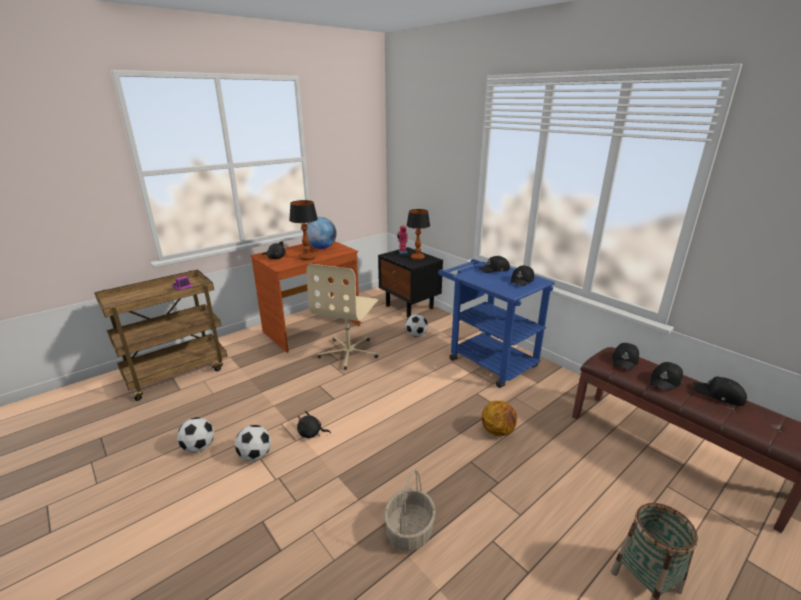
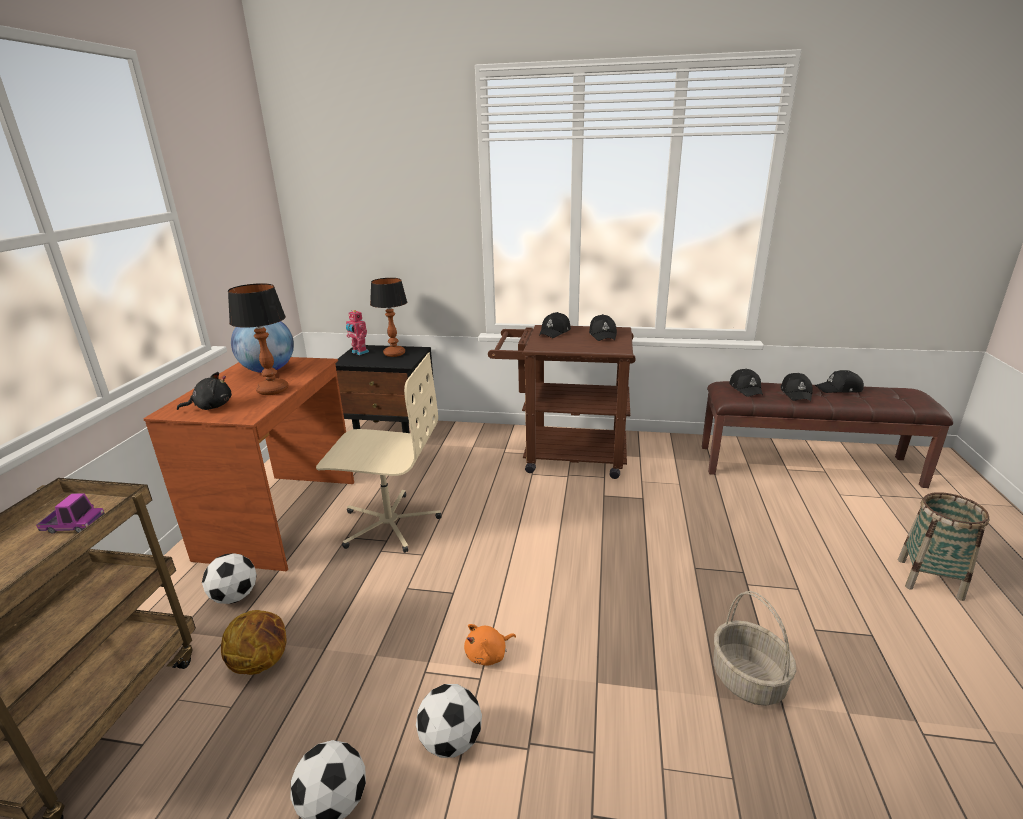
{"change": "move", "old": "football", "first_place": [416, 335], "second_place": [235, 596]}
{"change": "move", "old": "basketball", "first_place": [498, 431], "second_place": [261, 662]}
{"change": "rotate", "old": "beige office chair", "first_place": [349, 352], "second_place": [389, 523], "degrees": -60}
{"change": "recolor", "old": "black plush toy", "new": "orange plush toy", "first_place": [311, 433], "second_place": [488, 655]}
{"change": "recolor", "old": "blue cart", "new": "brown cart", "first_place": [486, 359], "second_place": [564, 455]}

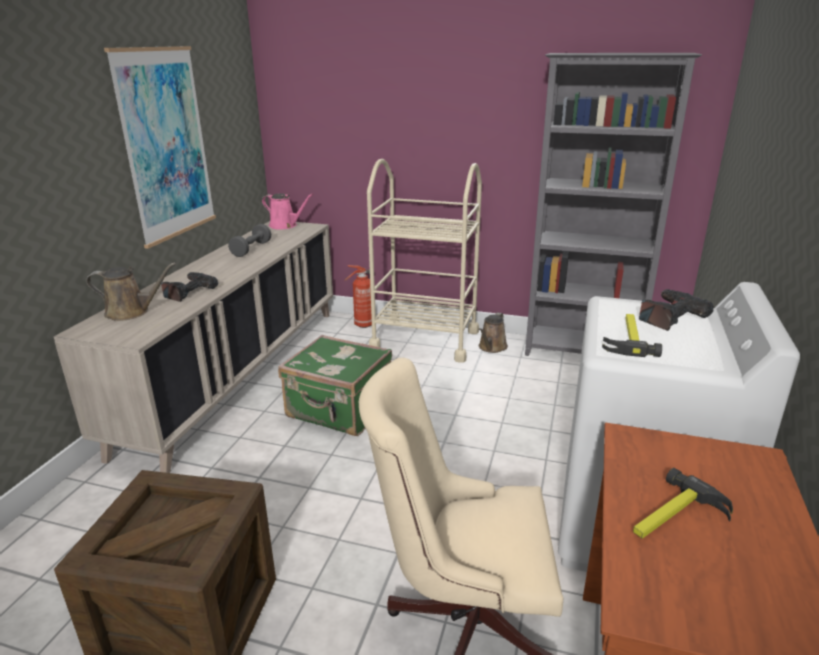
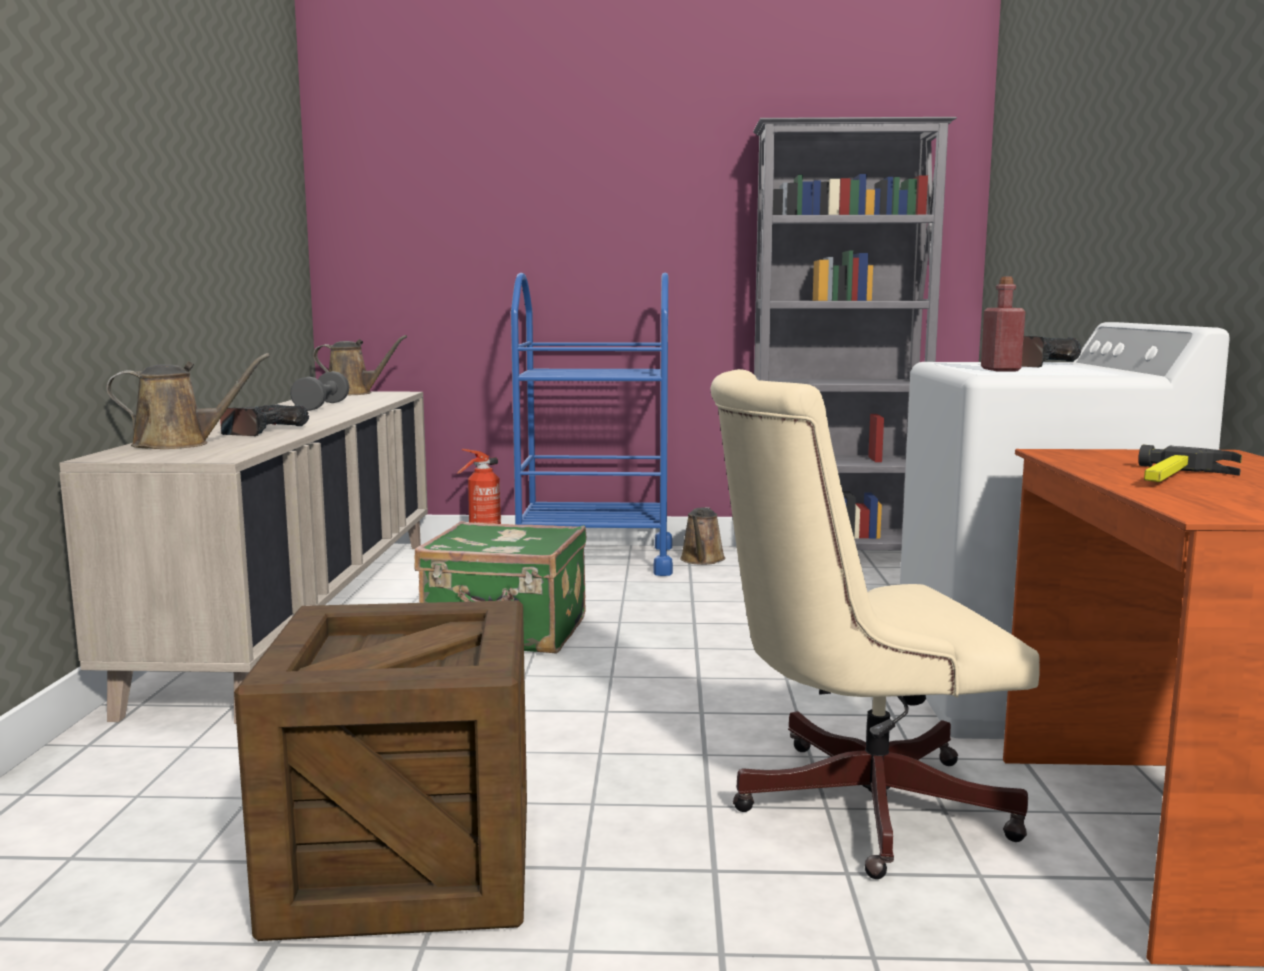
{"change": "recolor", "old": "pink watering can", "new": "brown watering can", "first_place": [285, 226], "second_place": [353, 393]}
{"change": "recolor", "old": "beige cart", "new": "blue cart", "first_place": [425, 340], "second_place": [594, 560]}
{"change": "replace", "old": "hammer", "new": "red bottle", "first_place": [628, 338], "second_place": [1000, 370]}
{"change": "delete", "old": "picture", "first_place": [166, 145]}

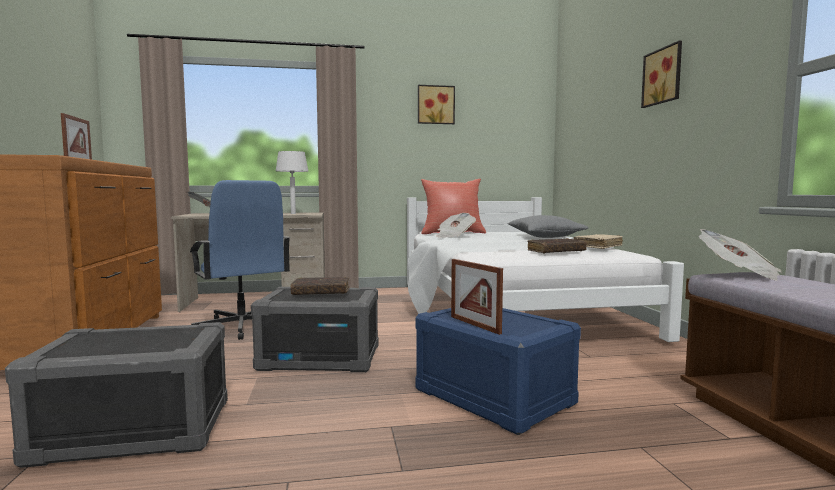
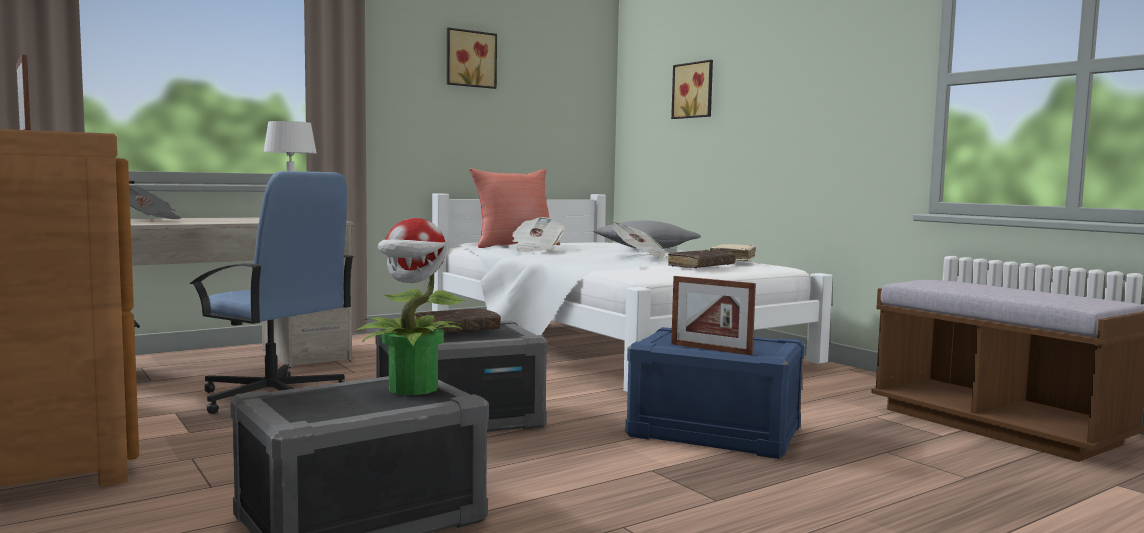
{"change": "insert", "new": "potted plant", "second_place": [413, 389]}
{"change": "move", "old": "newspaper", "first_place": [738, 274], "second_place": [640, 256]}
{"change": "move", "old": "picture", "first_place": [664, 76], "second_place": [694, 90]}

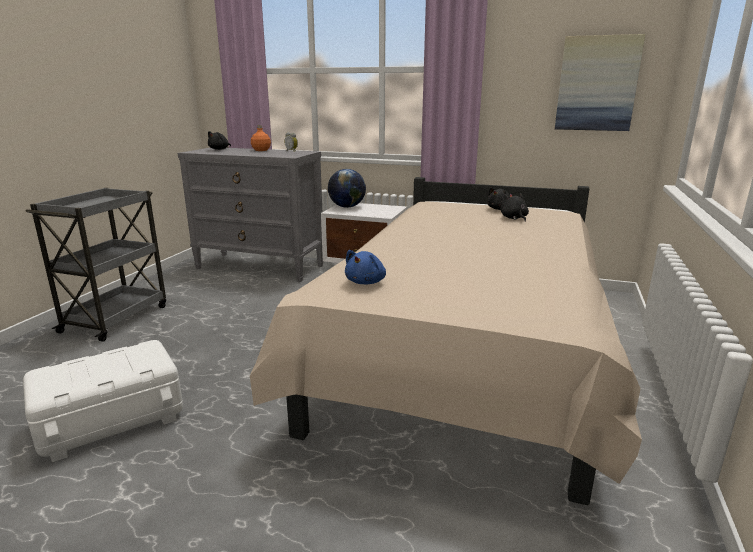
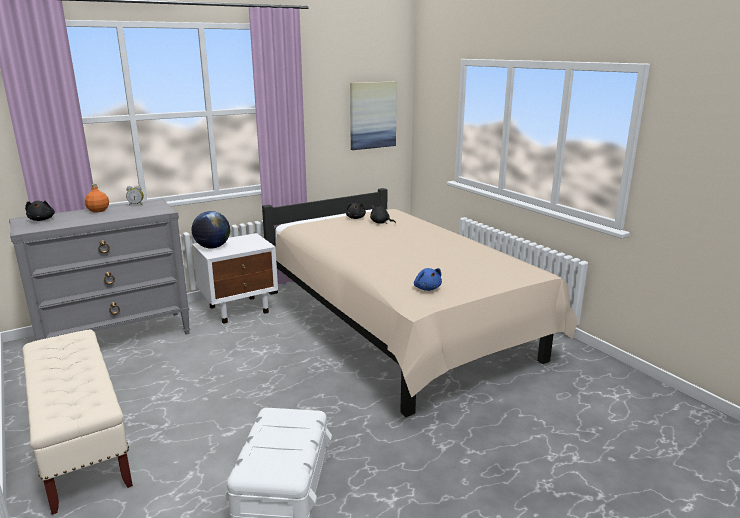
{"change": "replace", "old": "grey cart", "new": "beige bench", "first_place": [117, 318], "second_place": [81, 444]}

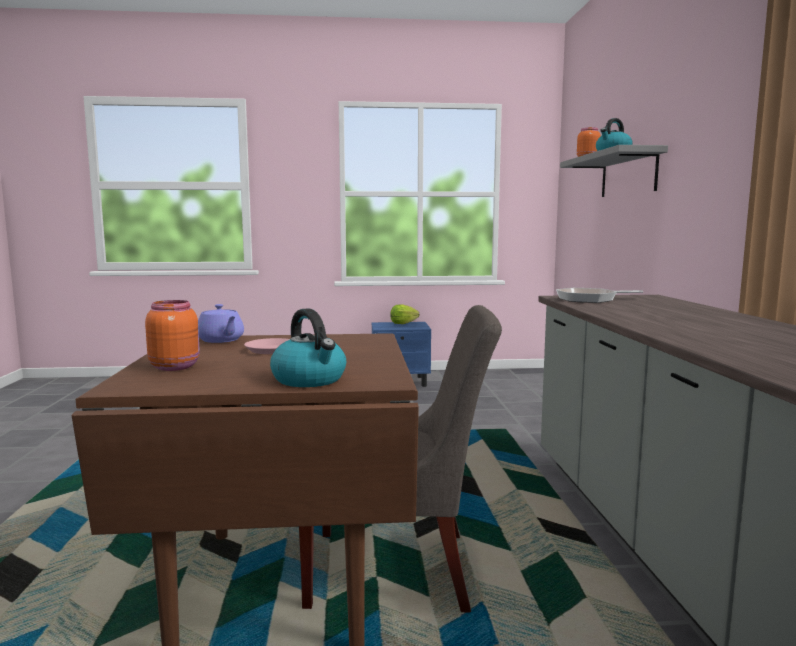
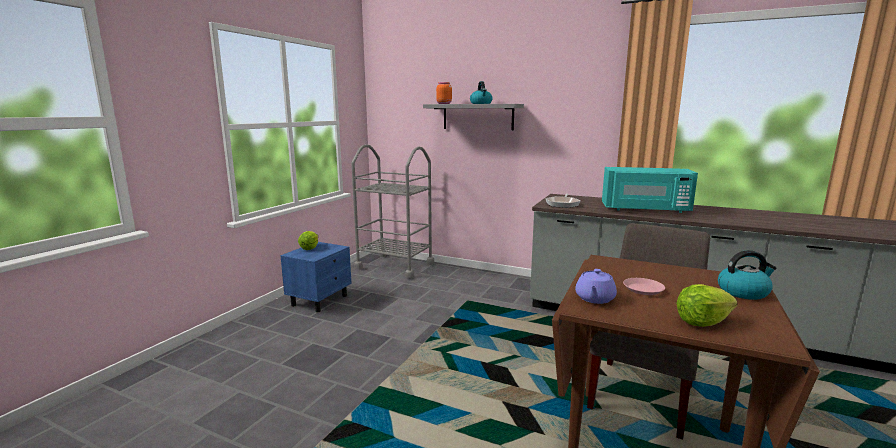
{"change": "insert", "new": "grey cart", "second_place": [395, 266]}
{"change": "rotate", "old": "purple teapot", "first_place": [221, 340], "second_place": [594, 299], "degrees": 120}
{"change": "insert", "new": "turquoise microwave", "second_place": [645, 209]}
{"change": "replace", "old": "orange jar", "new": "lettuce", "first_place": [175, 367], "second_place": [702, 322]}

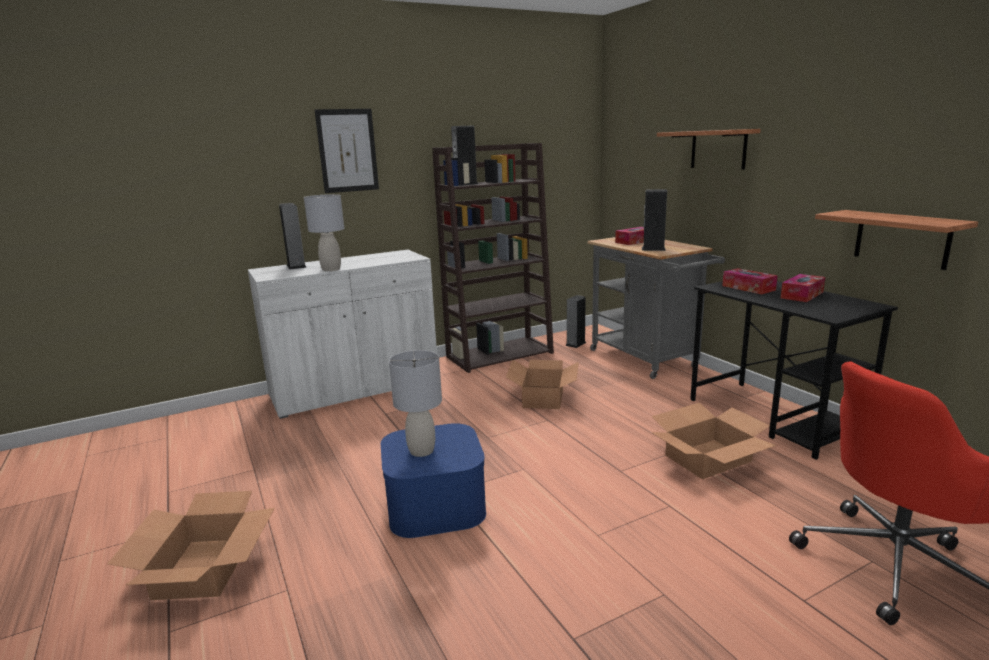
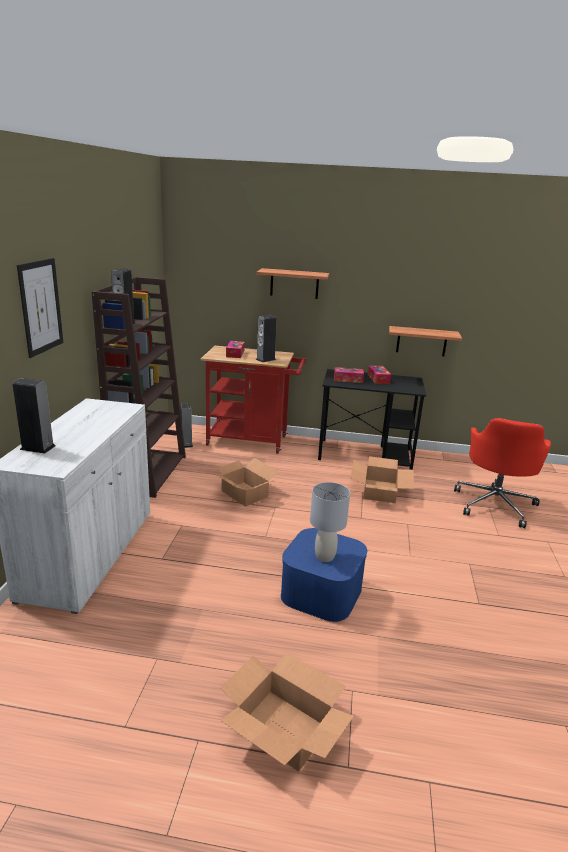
{"change": "recolor", "old": "grey cart", "new": "red cart", "first_place": [647, 360], "second_place": [252, 441]}
{"change": "delete", "old": "grey table lamp", "first_place": [331, 269]}

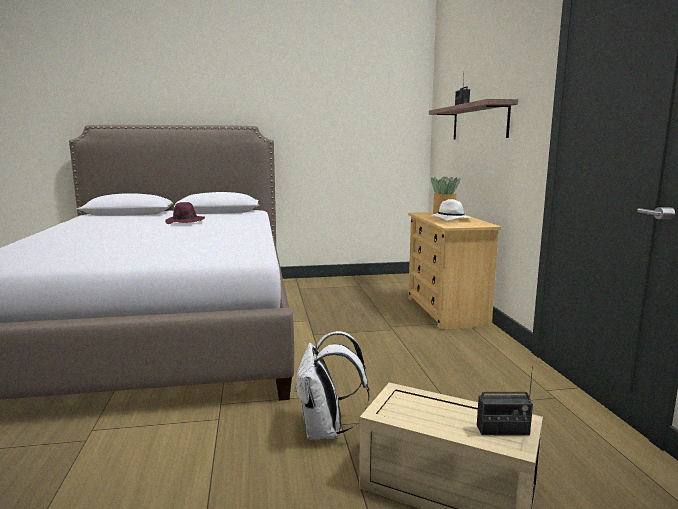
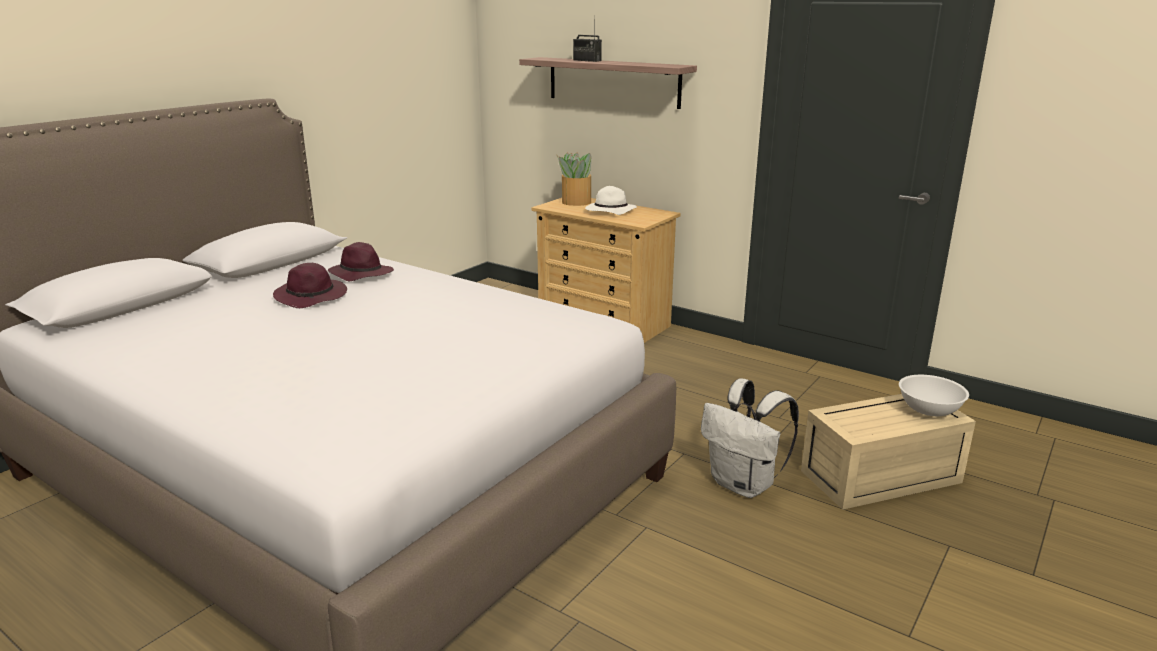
{"change": "insert", "new": "purple hat", "second_place": [360, 274]}
{"change": "replace", "old": "radio", "new": "white bowl", "first_place": [502, 430], "second_place": [929, 409]}

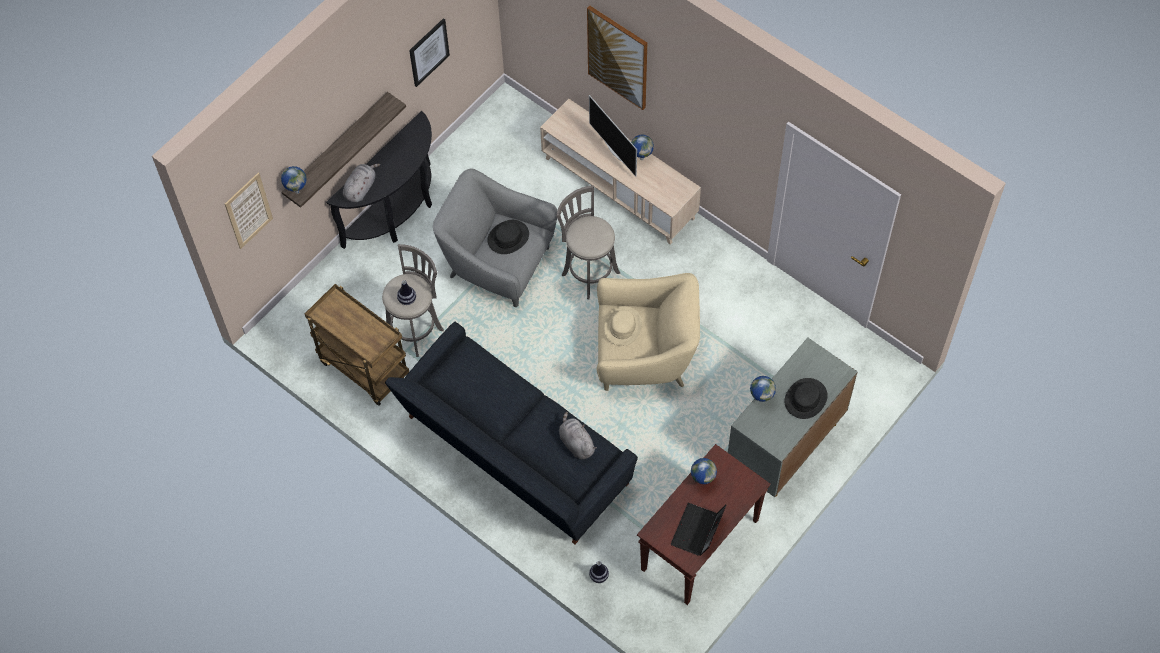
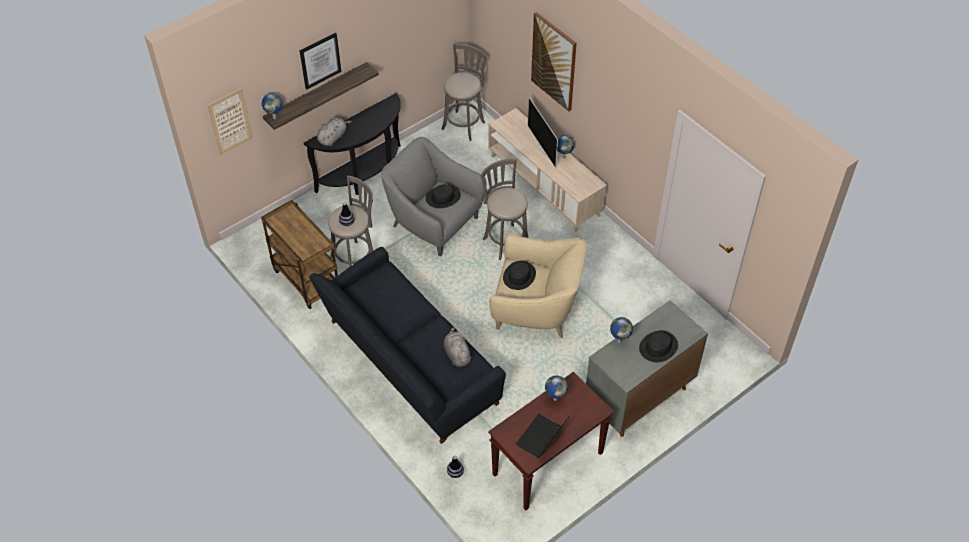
{"change": "move", "old": "picture", "first_place": [428, 52], "second_place": [320, 60]}
{"change": "insert", "new": "grey stool", "second_place": [464, 124]}
{"change": "recolor", "old": "beige hat", "new": "black hat", "first_place": [622, 326], "second_place": [519, 276]}

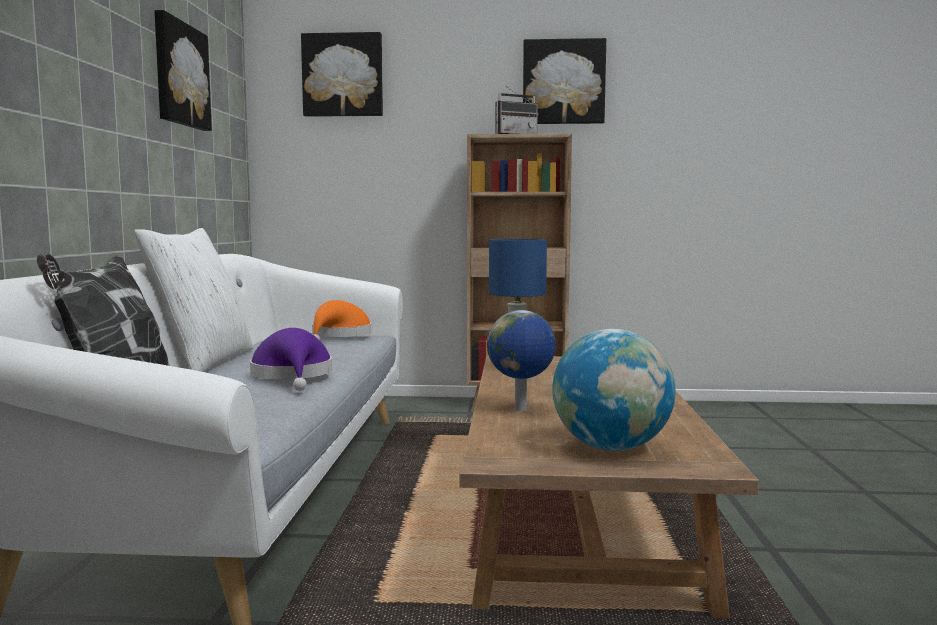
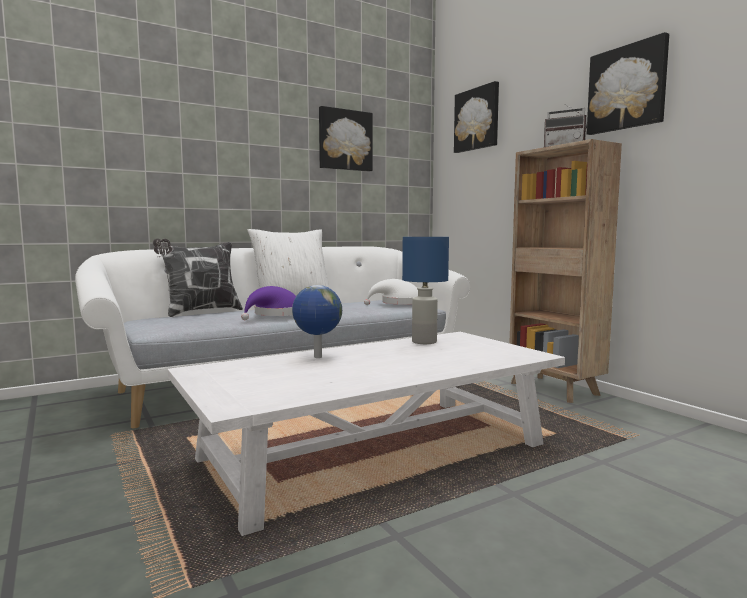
{"change": "recolor", "old": "brown coffee table", "new": "white coffee table", "first_place": [574, 509], "second_place": [375, 451]}
{"change": "recolor", "old": "orange hat", "new": "white hat", "first_place": [339, 336], "second_place": [398, 303]}
{"change": "delete", "old": "globe", "first_place": [611, 448]}

